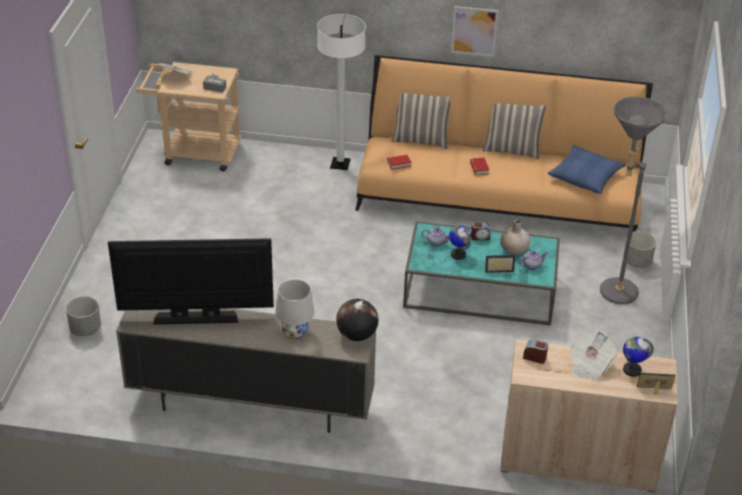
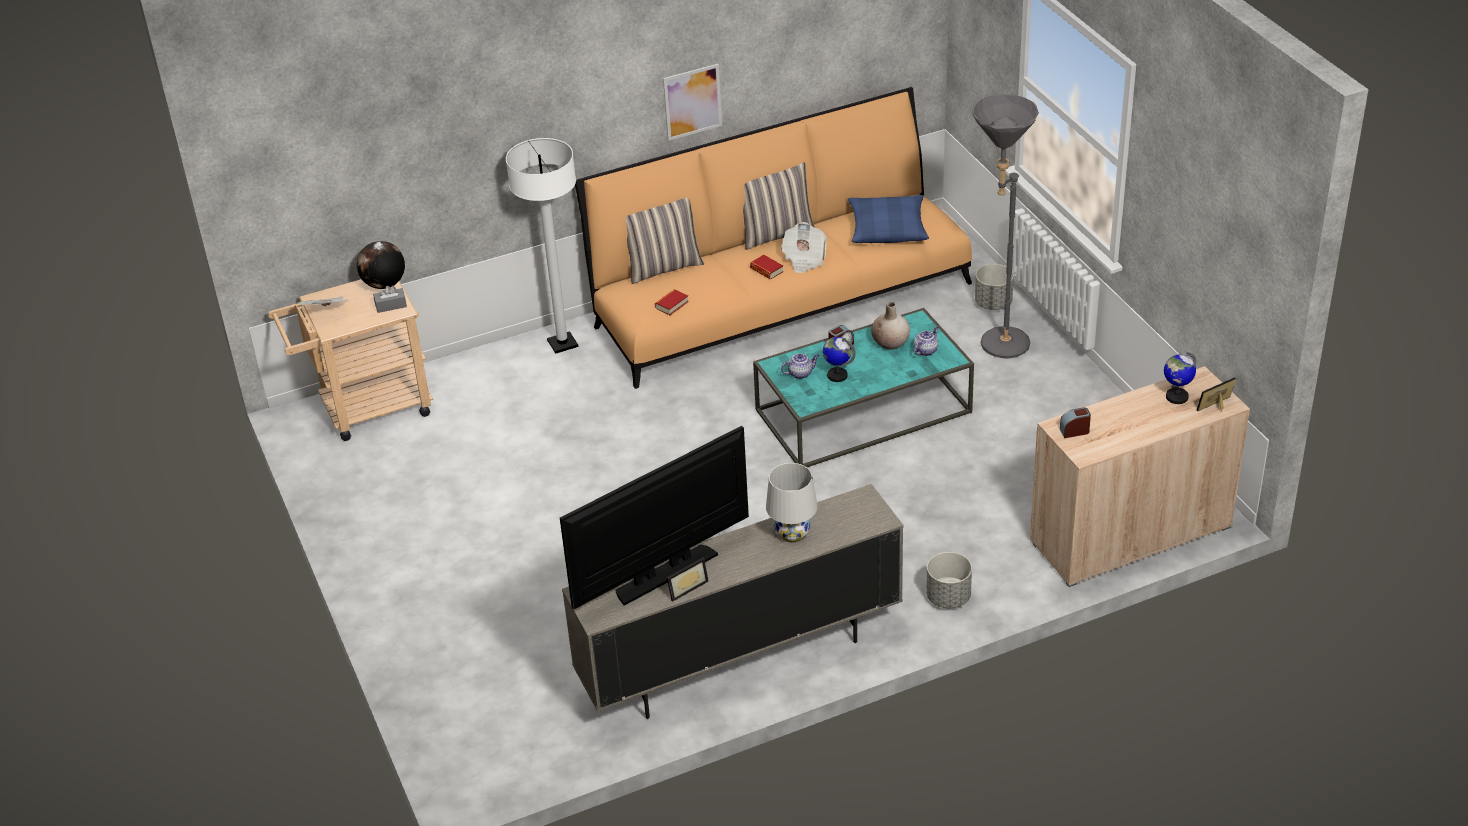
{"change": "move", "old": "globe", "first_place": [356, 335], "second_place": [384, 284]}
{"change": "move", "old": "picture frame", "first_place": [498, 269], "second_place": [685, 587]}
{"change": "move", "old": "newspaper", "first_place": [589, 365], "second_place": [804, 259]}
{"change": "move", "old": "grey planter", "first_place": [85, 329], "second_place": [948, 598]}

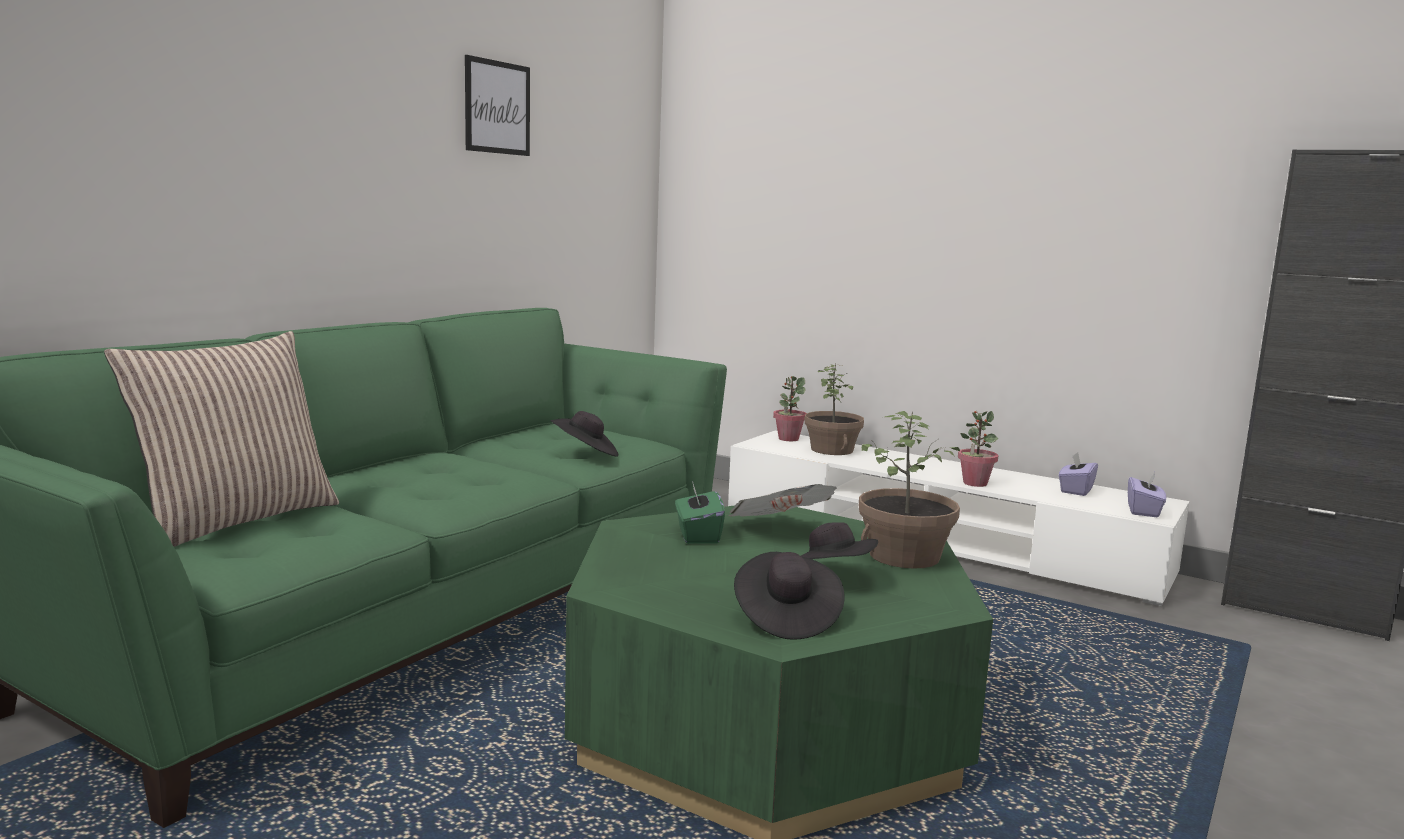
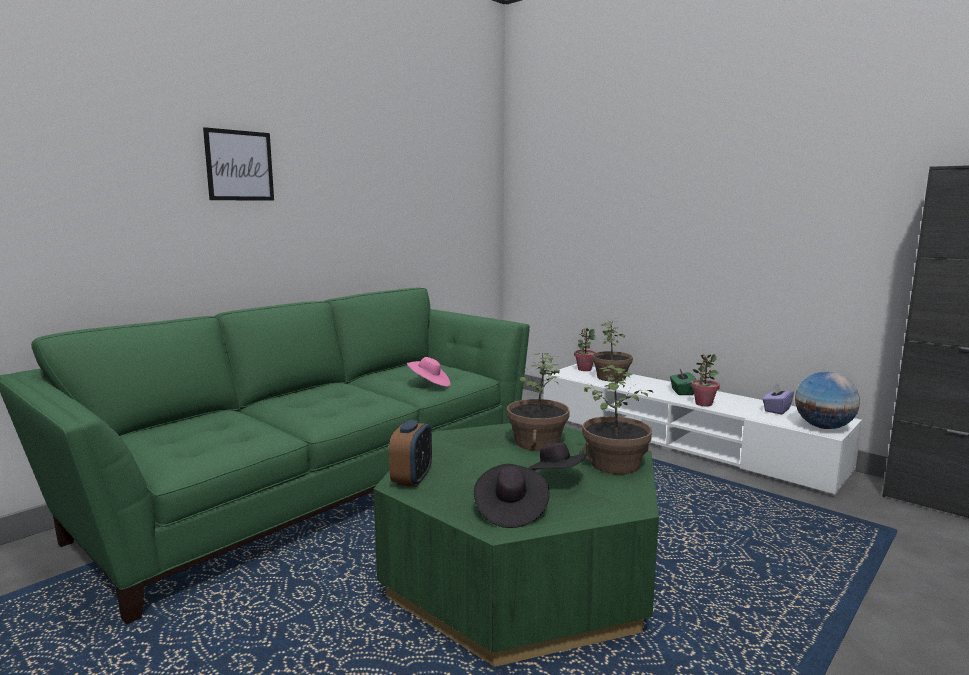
{"change": "move", "old": "picture", "first_place": [497, 107], "second_place": [239, 165]}
{"change": "insert", "new": "alarm clock", "second_place": [412, 479]}
{"change": "recolor", "old": "black hat", "new": "pink hat", "first_place": [585, 454], "second_place": [429, 384]}
{"change": "replace", "old": "newspaper", "new": "potted plant", "first_place": [779, 530], "second_place": [536, 442]}
{"change": "move", "old": "green tissue box", "first_place": [697, 535], "second_place": [681, 392]}
{"change": "replace", "old": "purple tissue box", "new": "globe", "first_place": [1144, 511], "second_place": [823, 427]}
{"change": "delete", "old": "pillow", "first_place": [236, 519]}

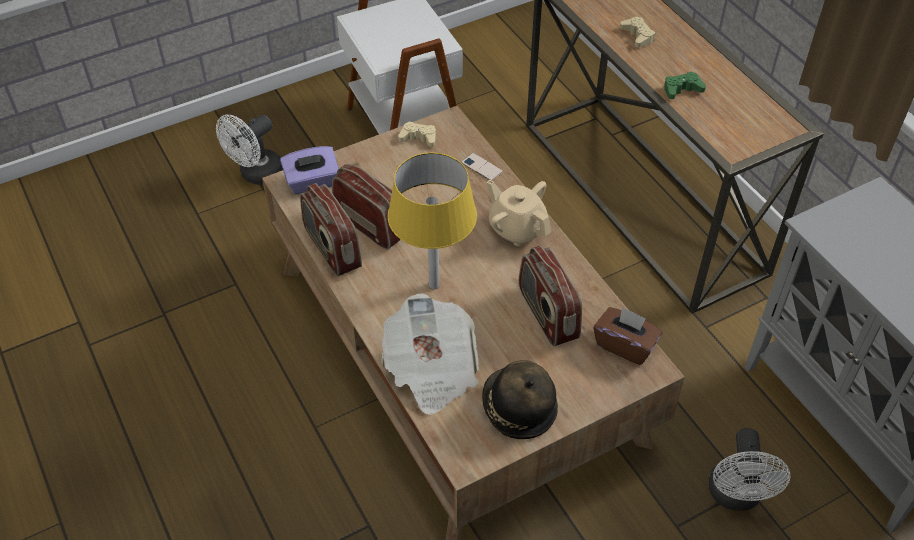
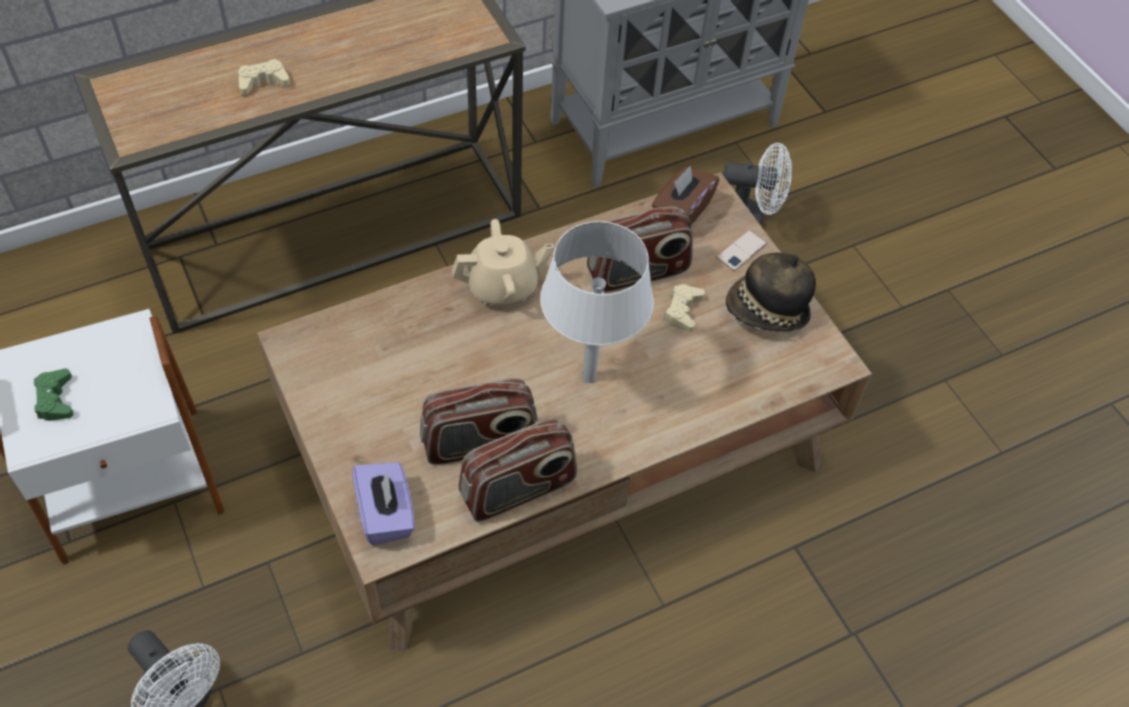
{"change": "move", "old": "green game controller", "first_place": [682, 89], "second_place": [55, 399]}
{"change": "rotate", "old": "radio", "first_place": [370, 225], "second_place": [479, 443], "degrees": -150}
{"change": "rotate", "old": "beige teapot", "first_place": [517, 229], "second_place": [503, 286], "degrees": -150}
{"change": "recolor", "old": "yellow table lamp", "new": "white table lamp", "first_place": [433, 285], "second_place": [589, 378]}
{"change": "move", "old": "beige game controller", "first_place": [418, 138], "second_place": [683, 311]}
{"change": "move", "old": "phone", "first_place": [481, 167], "second_place": [741, 251]}
{"change": "delete", "old": "newspaper", "first_place": [431, 370]}

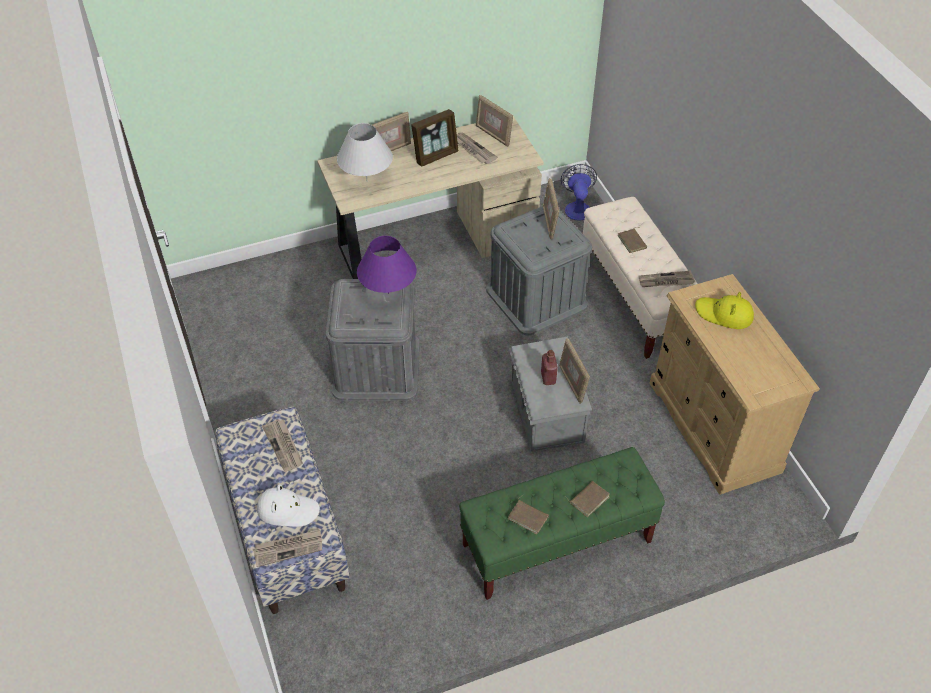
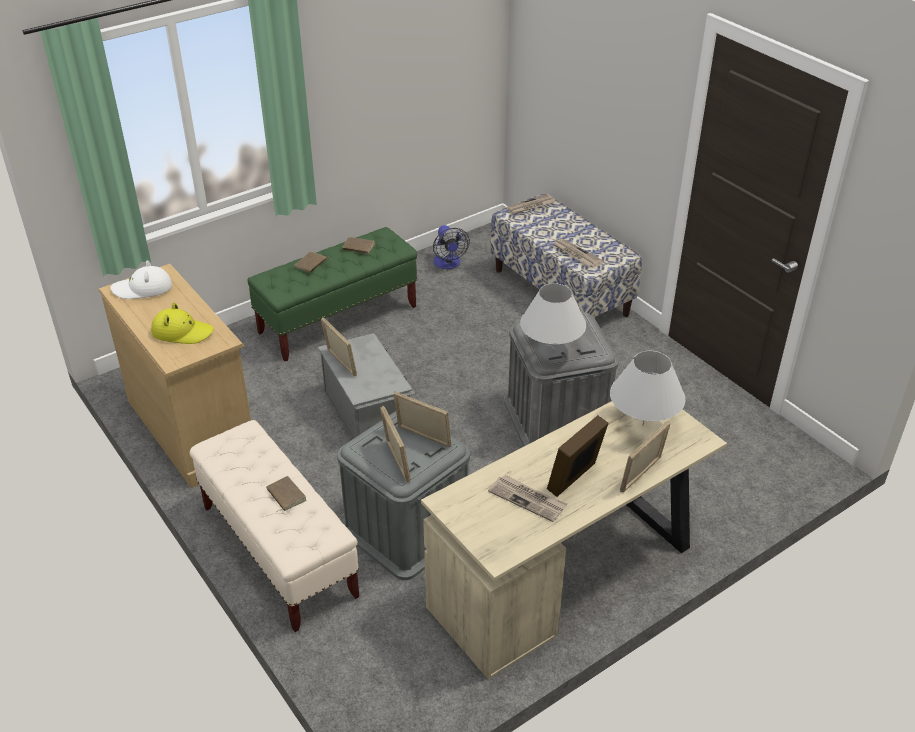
{"change": "move", "old": "white hat", "first_place": [288, 510], "second_place": [143, 289]}
{"change": "move", "old": "picture frame", "first_place": [493, 135], "second_place": [423, 437]}
{"change": "move", "old": "fan", "first_place": [577, 207], "second_place": [448, 264]}
{"change": "recolor", "old": "purple table lamp", "new": "white table lamp", "first_place": [388, 293], "second_place": [551, 351]}
{"change": "delete", "old": "red bottle", "first_place": [548, 378]}
{"change": "delete", "old": "newspaper", "first_place": [665, 281]}

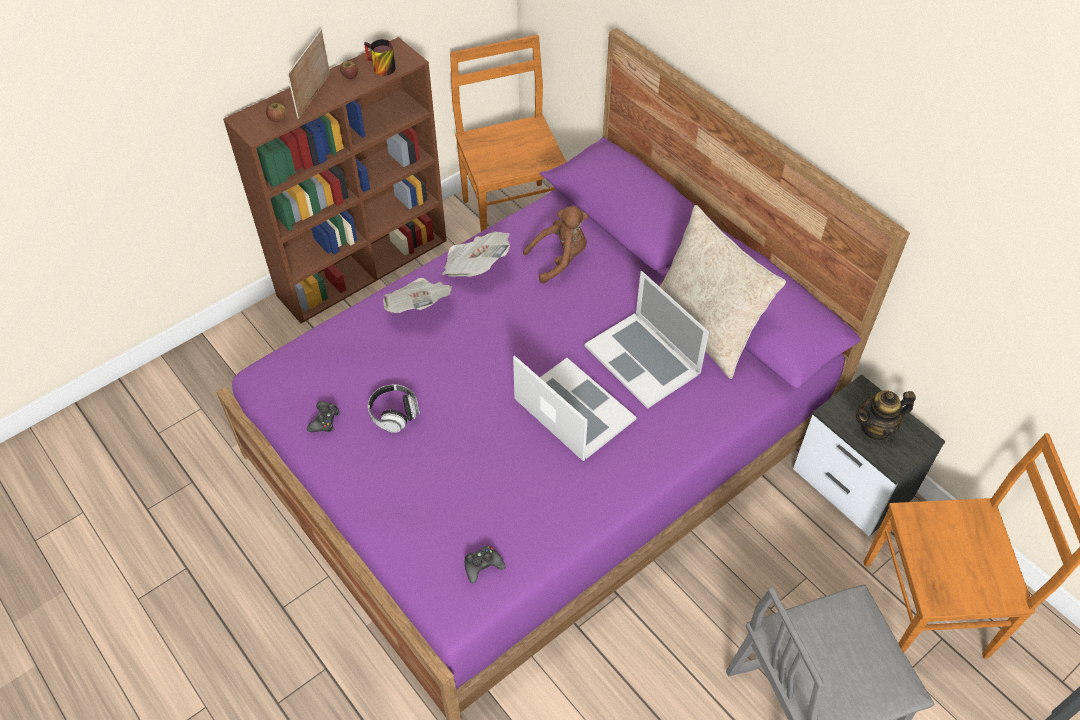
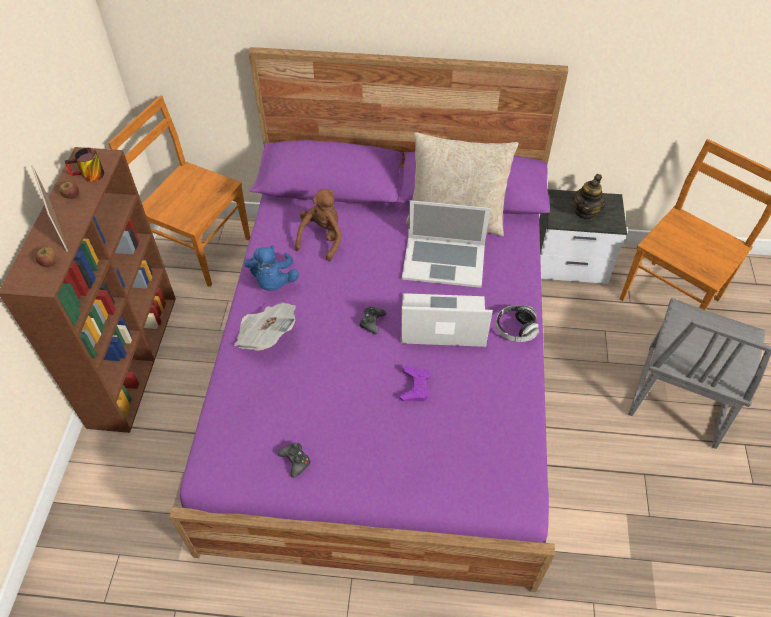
{"change": "replace", "old": "newspaper", "new": "blue plush toy", "first_place": [475, 267], "second_place": [273, 282]}
{"change": "move", "old": "black game controller", "first_place": [483, 566], "second_place": [372, 322]}
{"change": "insert", "new": "purple game controller", "second_place": [415, 386]}
{"change": "move", "old": "headphones", "first_place": [394, 414], "second_place": [516, 329]}

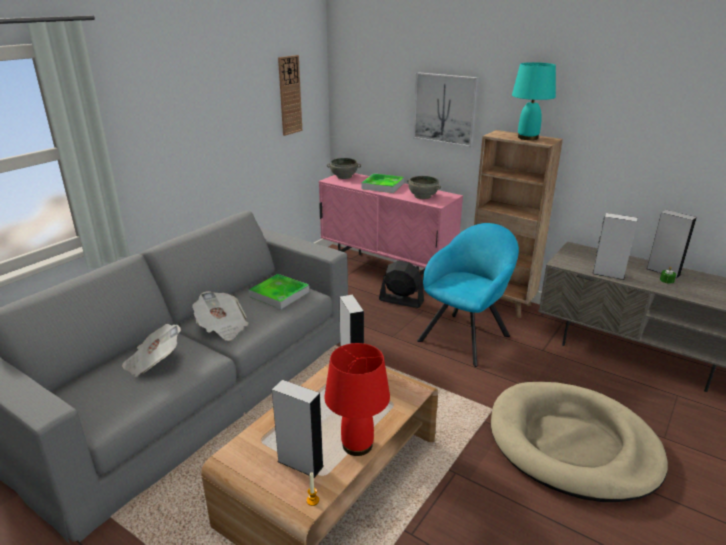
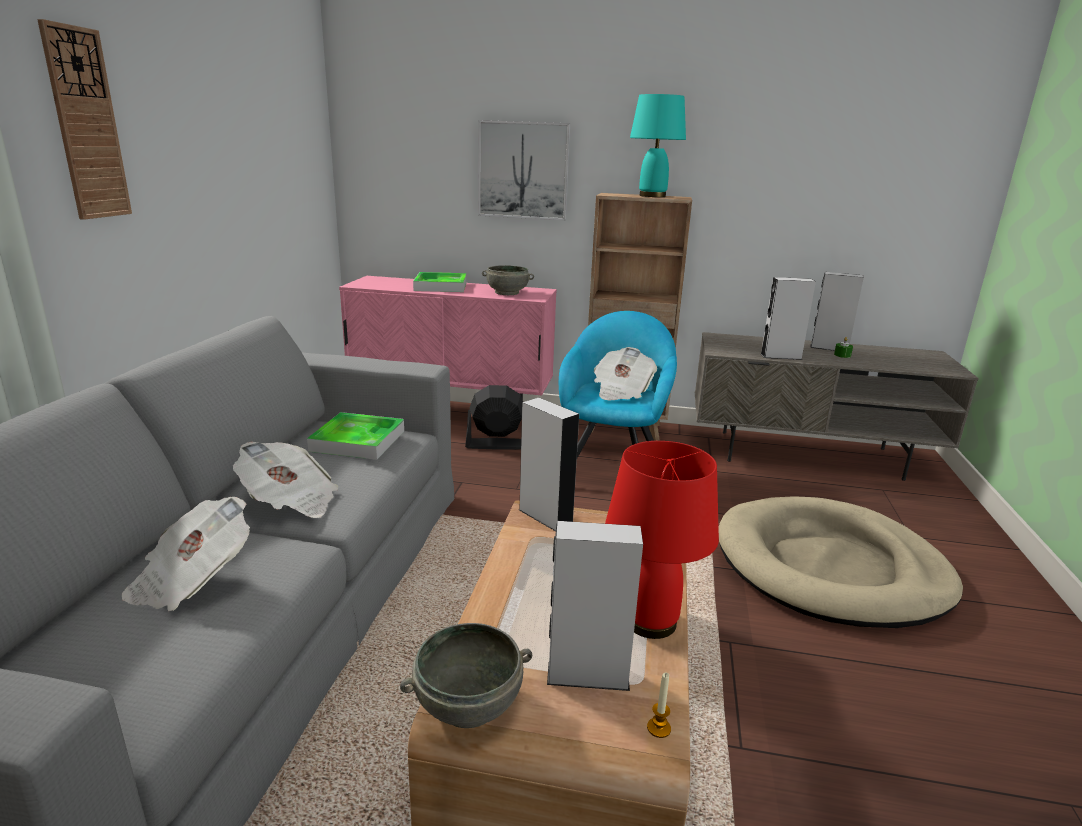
{"change": "move", "old": "wall clock", "first_place": [289, 95], "second_place": [86, 125]}
{"change": "move", "old": "grey bowl", "first_place": [344, 176], "second_place": [468, 703]}
{"change": "insert", "new": "newspaper", "second_place": [621, 391]}

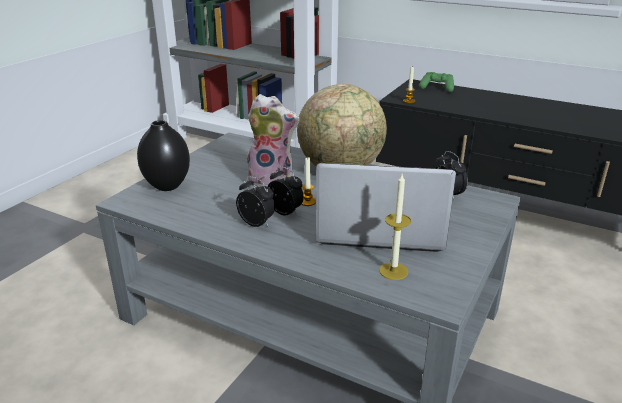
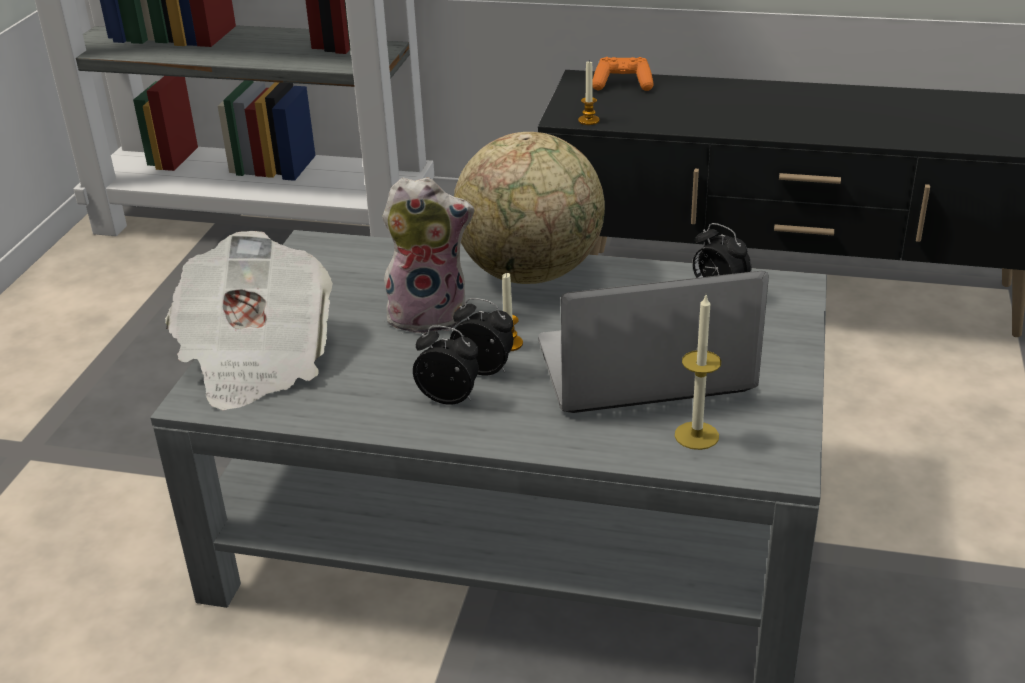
{"change": "replace", "old": "black vase", "new": "newspaper", "first_place": [167, 186], "second_place": [255, 358]}
{"change": "recolor", "old": "green game controller", "new": "orange game controller", "first_place": [437, 88], "second_place": [622, 85]}

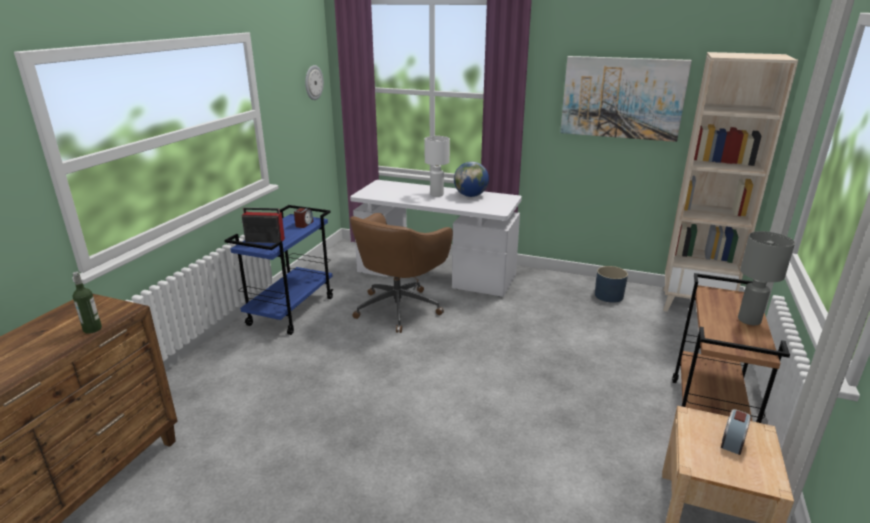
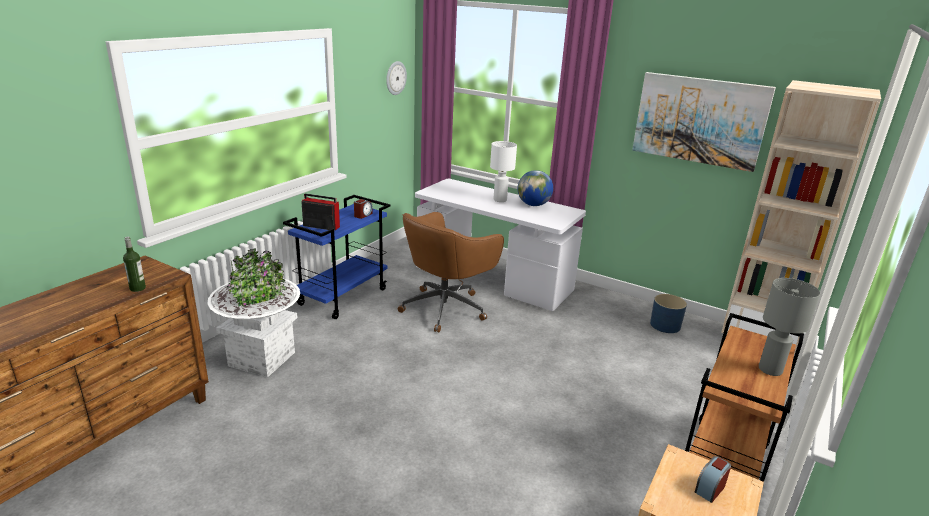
{"change": "insert", "new": "white planter", "second_place": [262, 359]}

